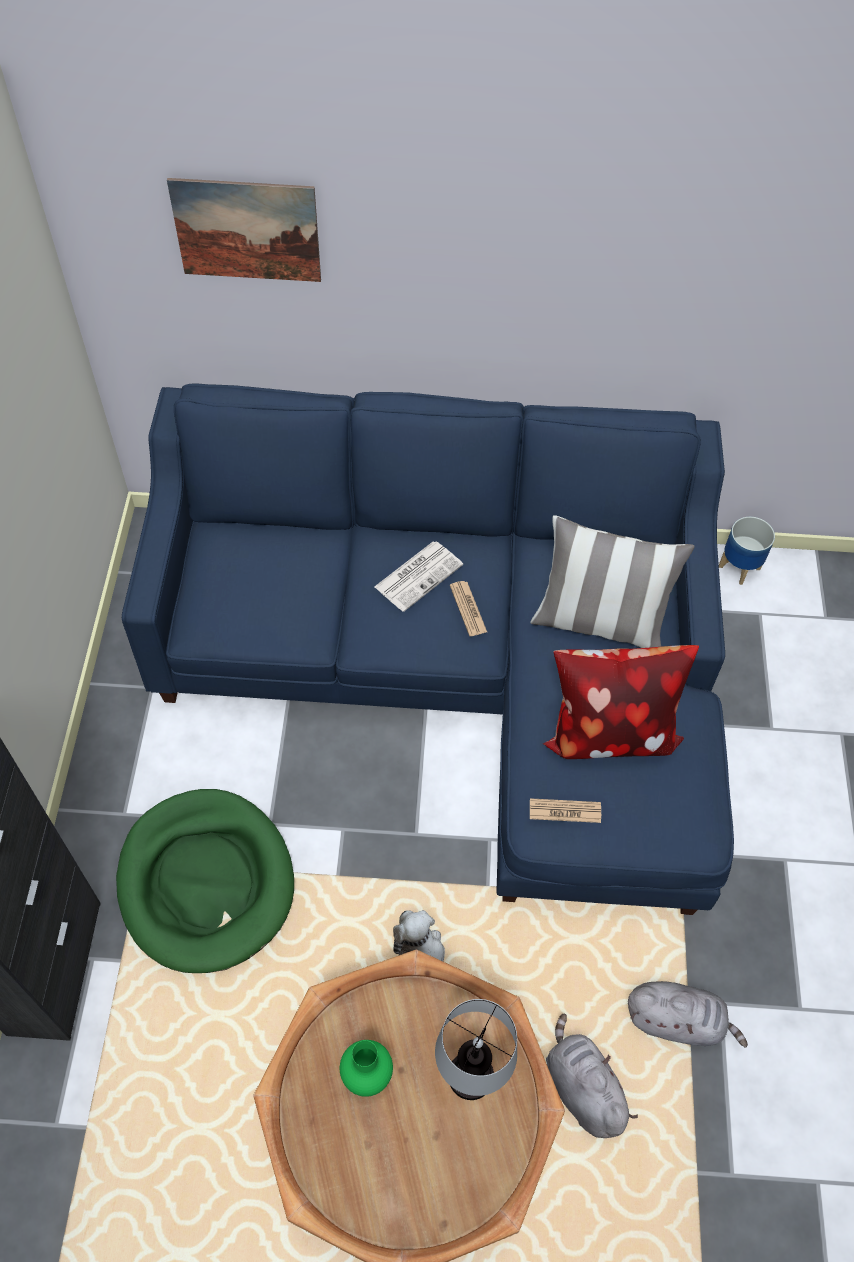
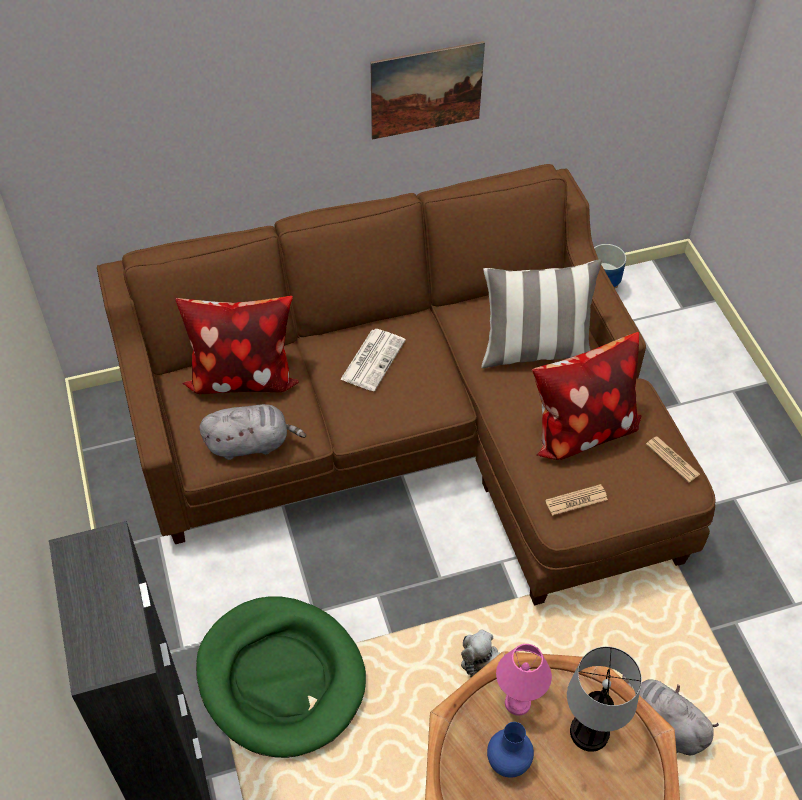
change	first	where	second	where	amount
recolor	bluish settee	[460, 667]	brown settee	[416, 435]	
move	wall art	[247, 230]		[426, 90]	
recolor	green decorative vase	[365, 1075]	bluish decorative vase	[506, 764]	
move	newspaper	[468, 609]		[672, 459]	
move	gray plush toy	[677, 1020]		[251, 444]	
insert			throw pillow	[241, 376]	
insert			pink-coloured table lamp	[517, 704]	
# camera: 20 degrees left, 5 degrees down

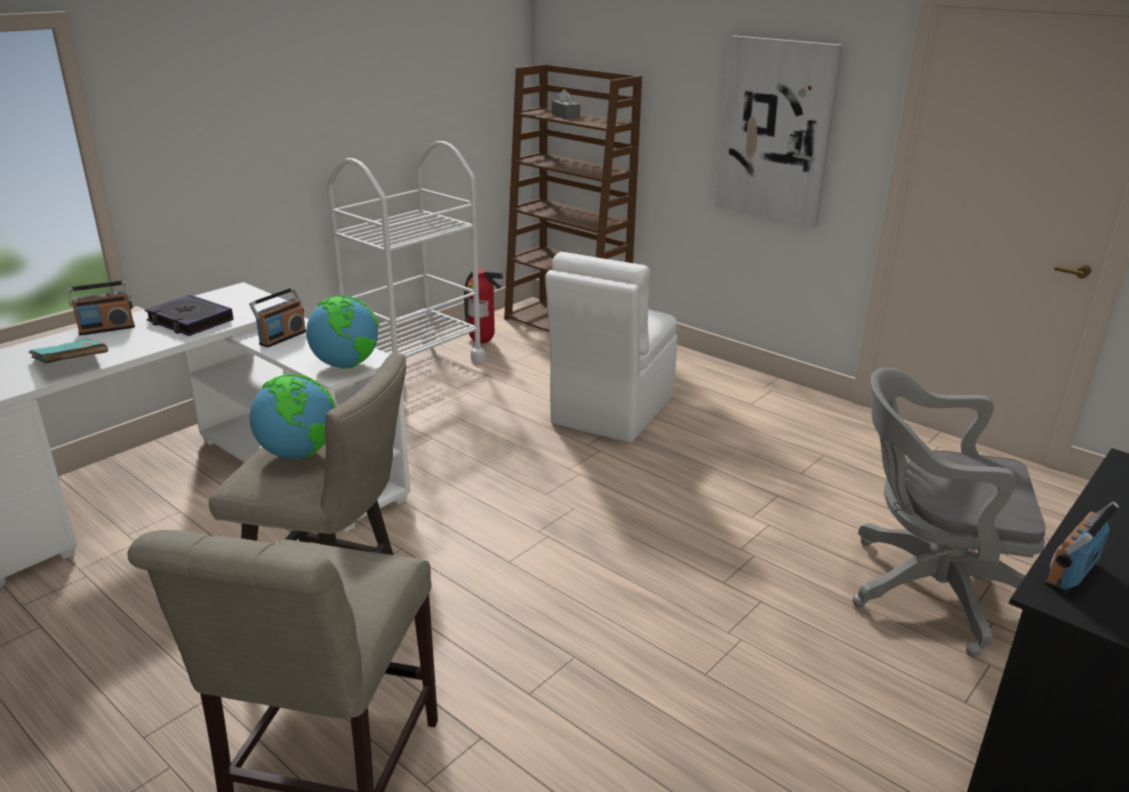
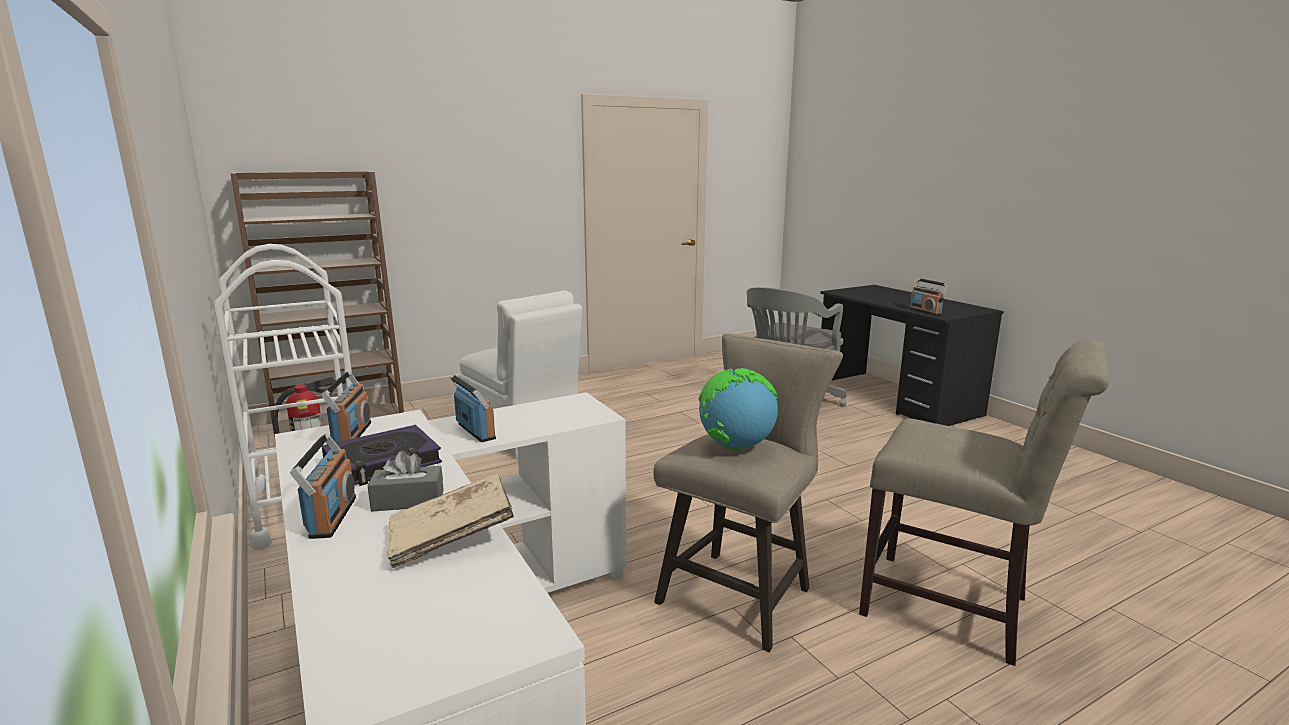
change	first	where	second	where	amount
recolor	blue-green bound book	[71, 364]	beige bound book	[451, 537]	
delete	globe	[346, 365]			
move	gray tissue holder	[565, 116]		[408, 500]	
delete	wall art	[776, 131]			
insert			radio receiver	[352, 434]	
# camera: 70 degrees left, 10 degrees down

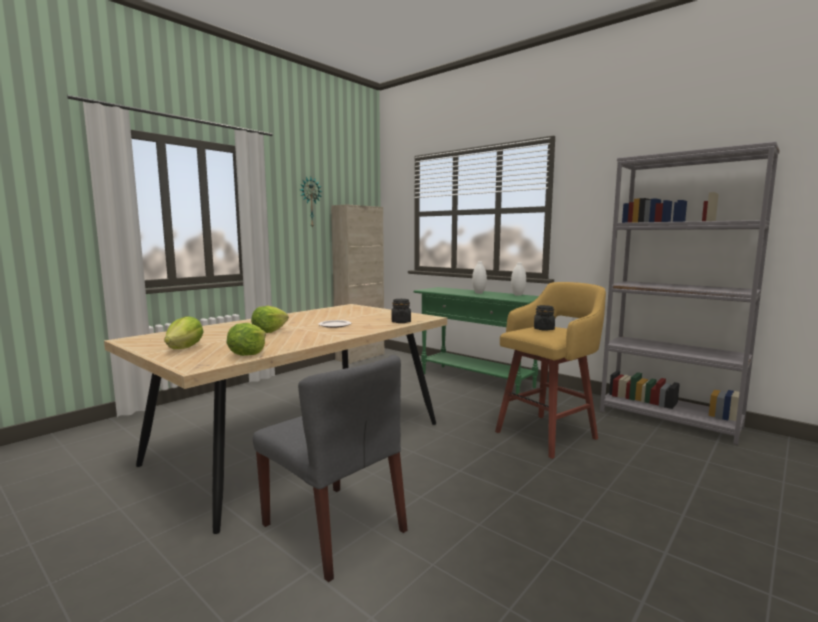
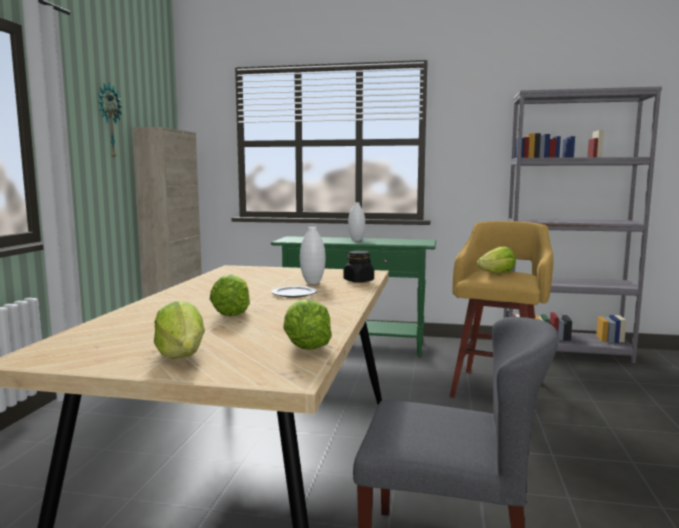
change	first	where	second	where	amount
move	white decorative vase	[518, 295]		[312, 282]	
replace	black preserve jar	[543, 329]	lettuce	[497, 273]	
# camera: 30 degrees left, 0 degrees up

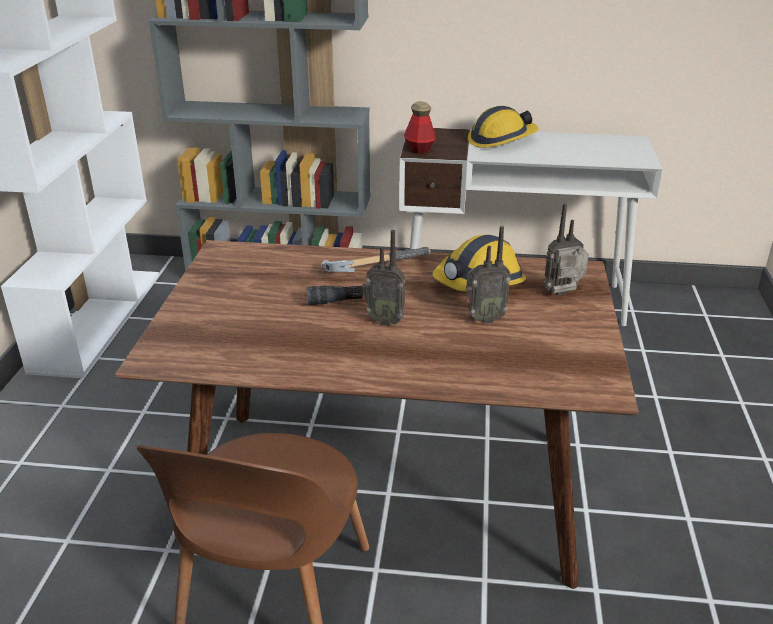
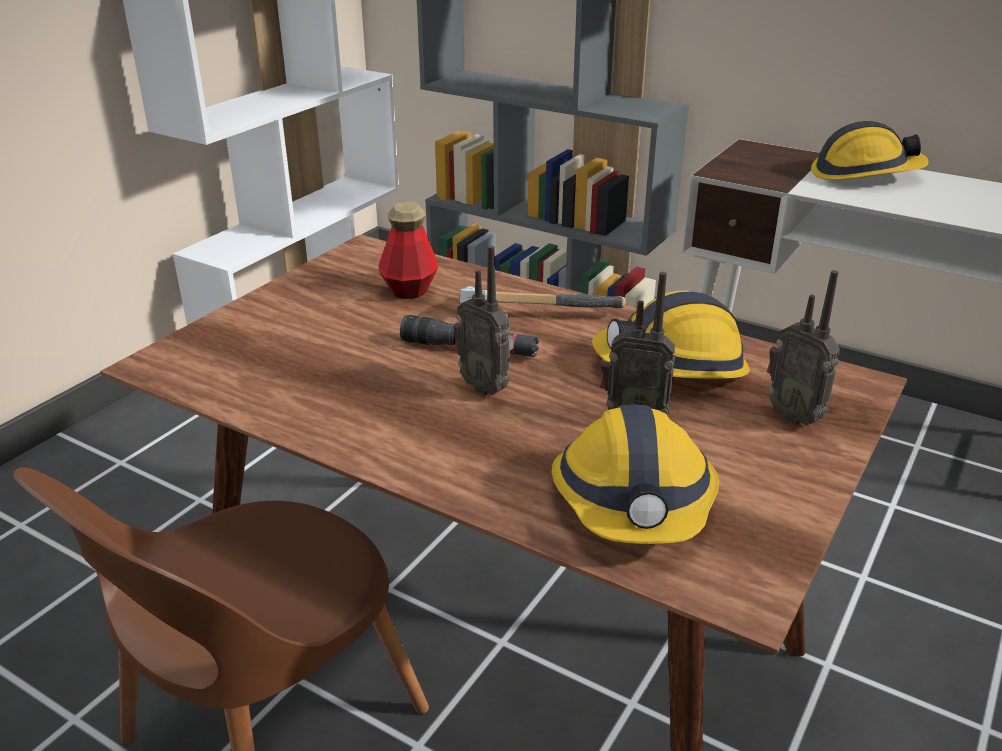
change	first	where	second	where	amount
move	beverage bottle	[419, 150]		[409, 289]	
rotate	radio receiver	[564, 295]		[795, 415]	135 degrees counterclockwise
insert			hard hat	[634, 501]	
# camera: 25 degrees right, 0 degrees up

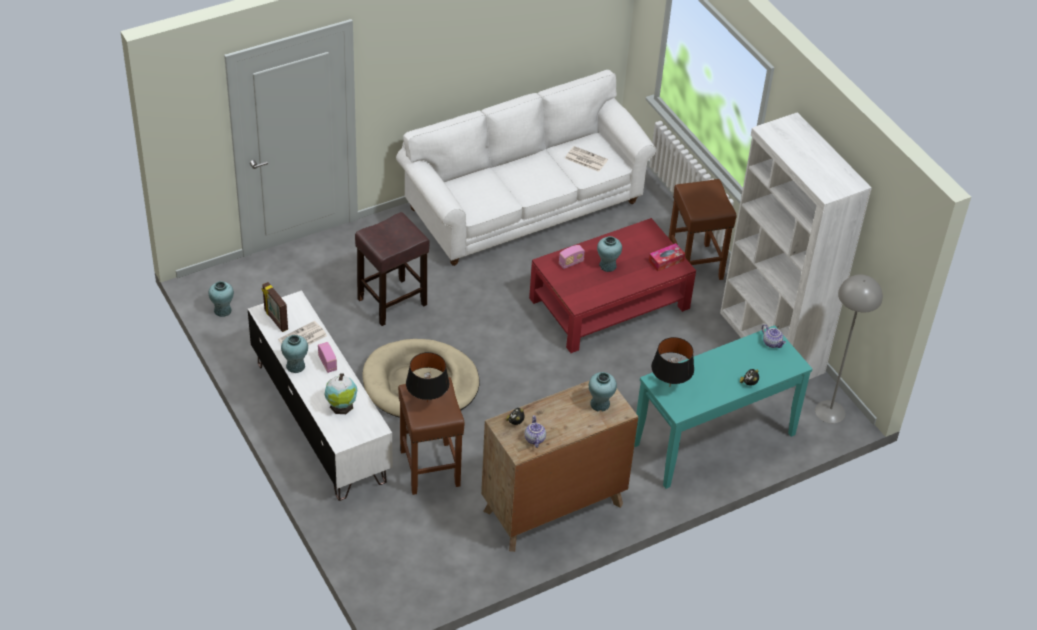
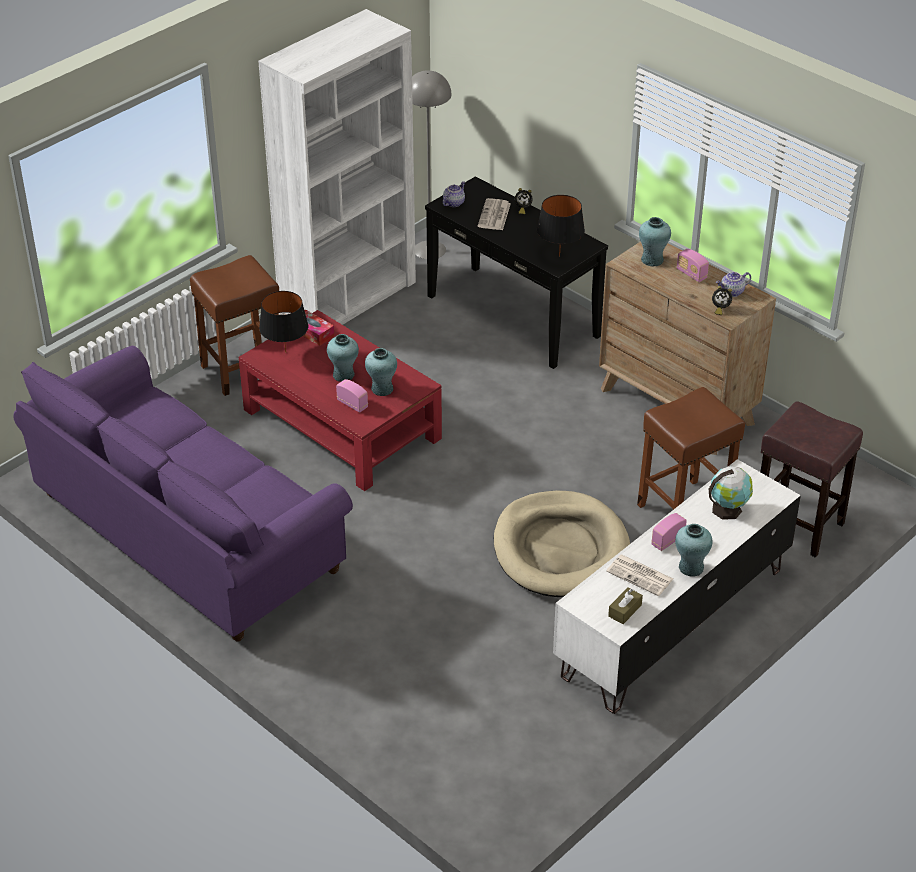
change	first	where	second	where	amount
move	blue-green decorative vase	[222, 310]		[382, 389]	
replace	picture frame	[275, 320]	brown tissue holder	[625, 610]	
move	brown stool	[393, 301]		[796, 524]	
recolor	white settee	[524, 206]	purple settee	[189, 533]	
move	black table lamp	[427, 402]		[285, 352]	
move	newspaper	[585, 159]		[494, 215]	
recolor	blue-green narrow table	[714, 440]	black narrow table	[513, 315]	
insert			radio receiver	[691, 274]	
# camera: 105 degrees left, 5 degrees down

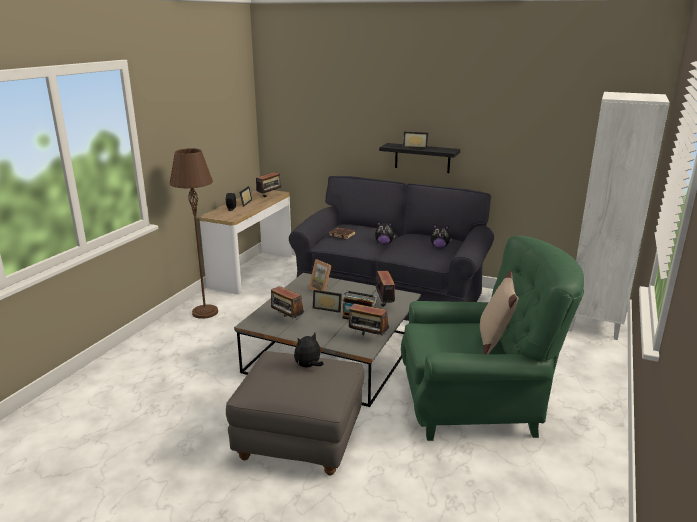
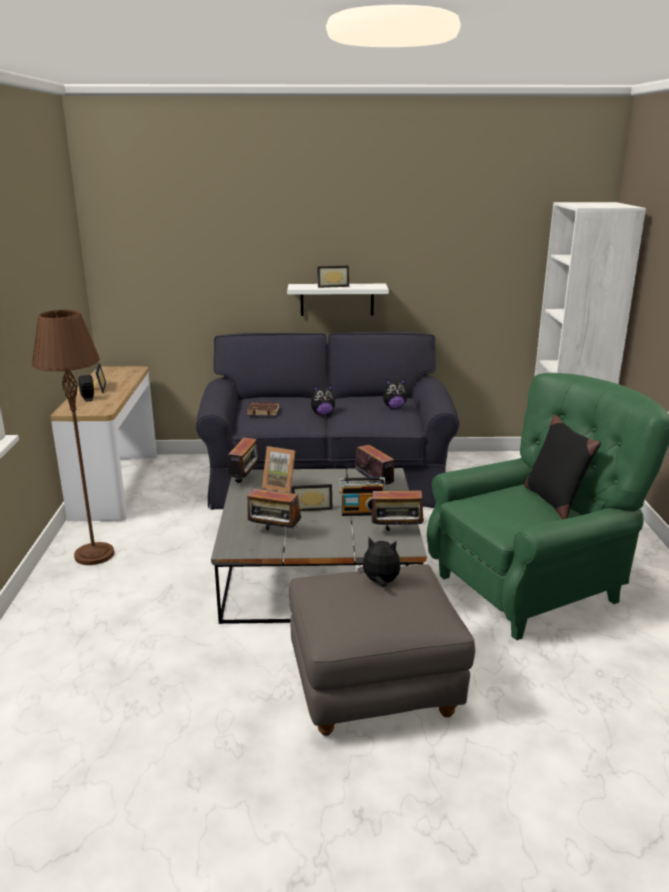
change	first	where	second	where	amount
move	radio receiver	[269, 196]		[245, 479]	
rotate	plush toy	[308, 366]		[380, 582]	75 degrees clockwise
recolor	black shelf	[422, 158]	white shelf	[337, 299]	
recolor	beige throw pillow	[494, 340]	black throw pillow	[553, 500]	
# camera: 25 degrees left, 0 degrees up

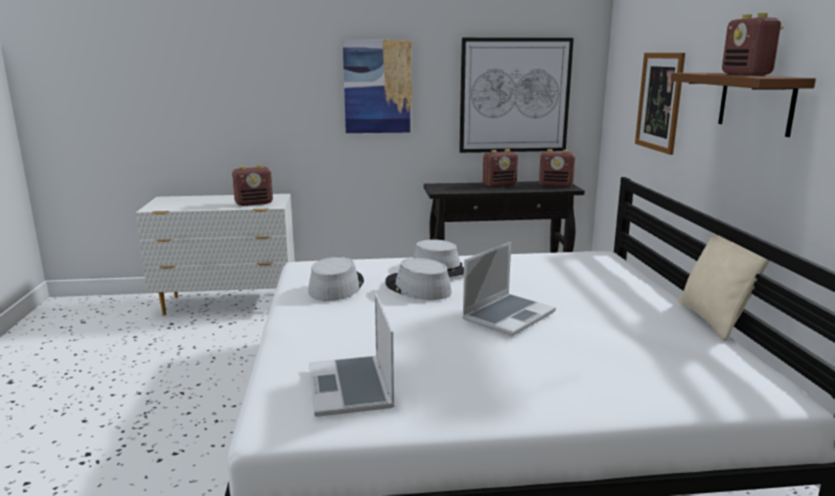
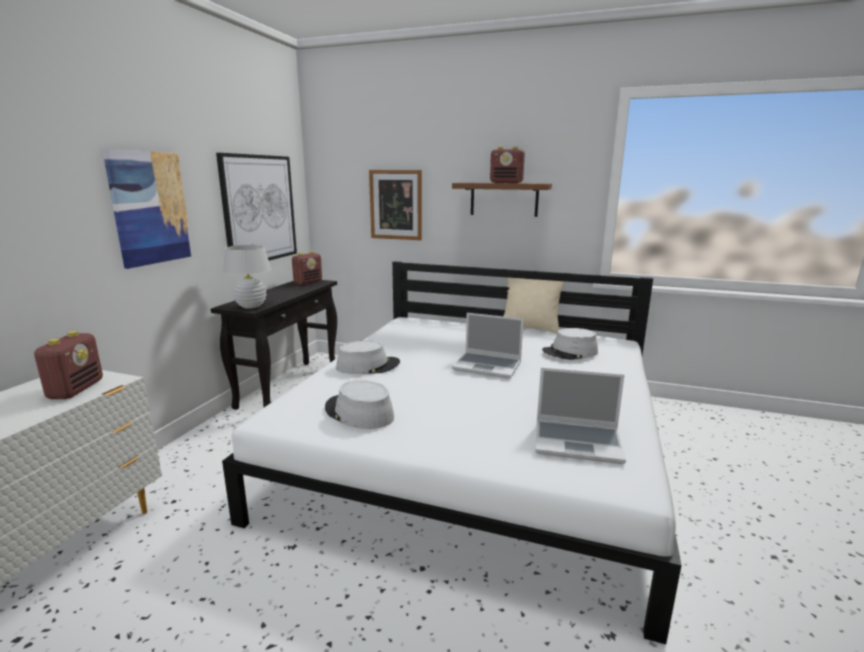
change	first	where	second	where	amount
move	gray hat	[417, 288]		[570, 352]	
rotate	notebook computer	[508, 315]		[488, 366]	135 degrees clockwise
delete	radio receiver	[499, 185]			
insert			white table lamp	[251, 306]	
# camera: 65 degrees left, 0 degrees up

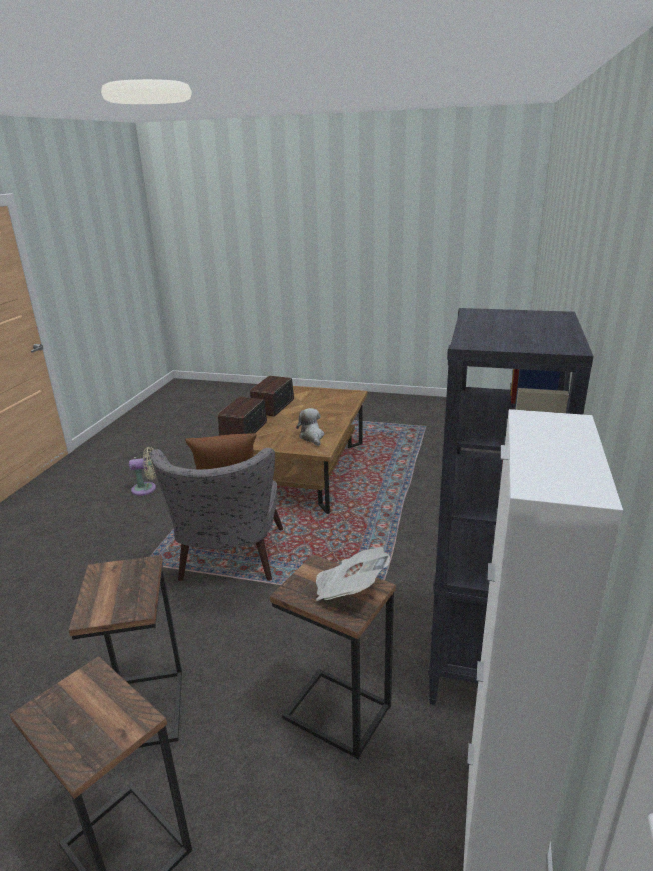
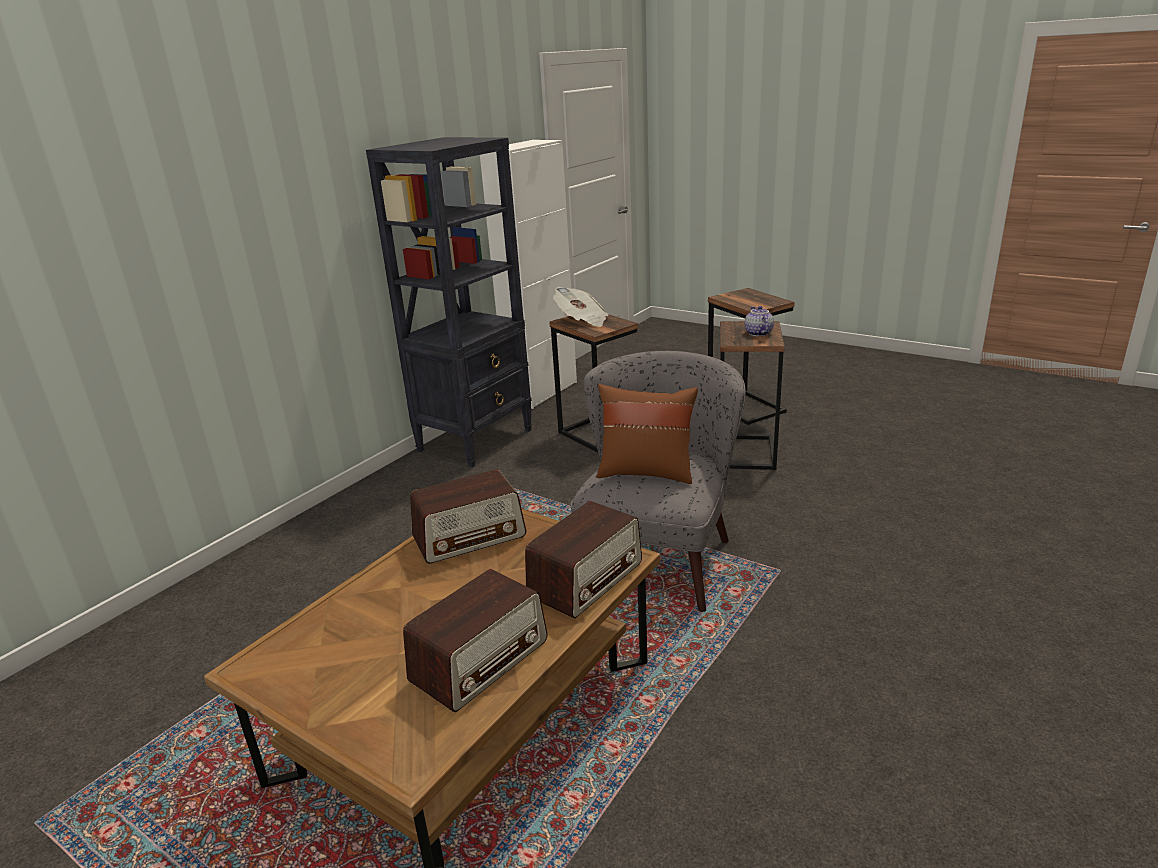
change	first	where	second	where	amount
delete	beige electric fan	[146, 489]			
replace	plush toy	[312, 437]	radio receiver	[470, 537]	
insert			pot for tea	[757, 333]	
# camera: 160 degrees left, 0 degrees up

